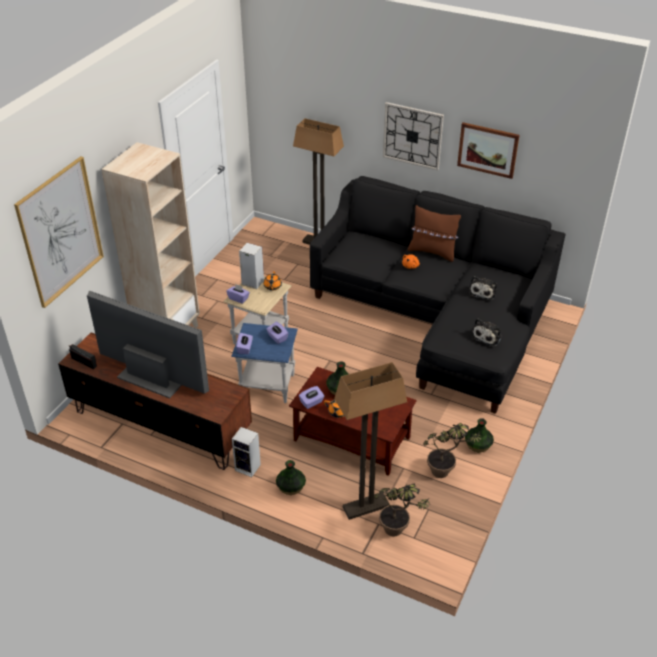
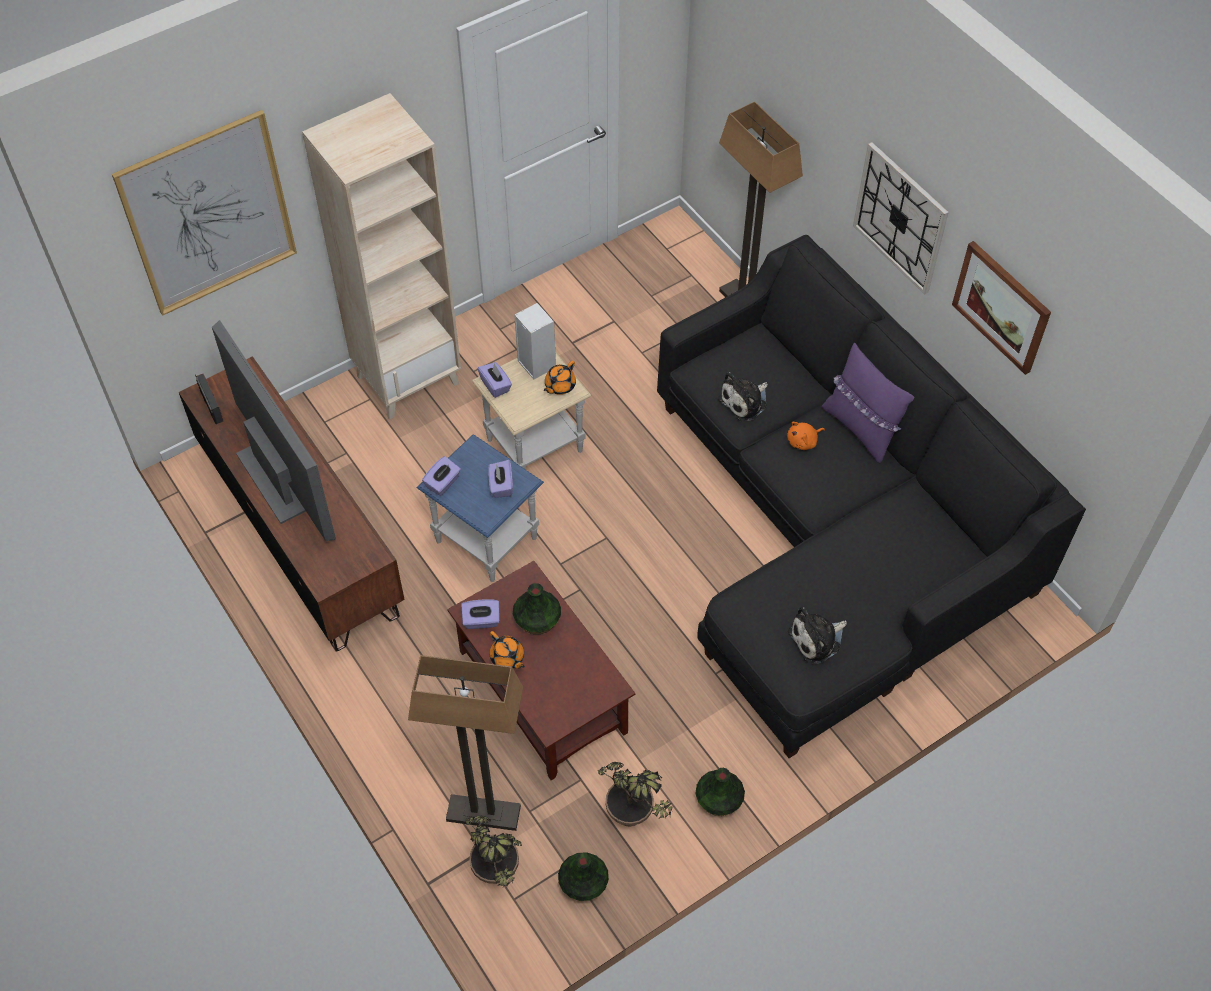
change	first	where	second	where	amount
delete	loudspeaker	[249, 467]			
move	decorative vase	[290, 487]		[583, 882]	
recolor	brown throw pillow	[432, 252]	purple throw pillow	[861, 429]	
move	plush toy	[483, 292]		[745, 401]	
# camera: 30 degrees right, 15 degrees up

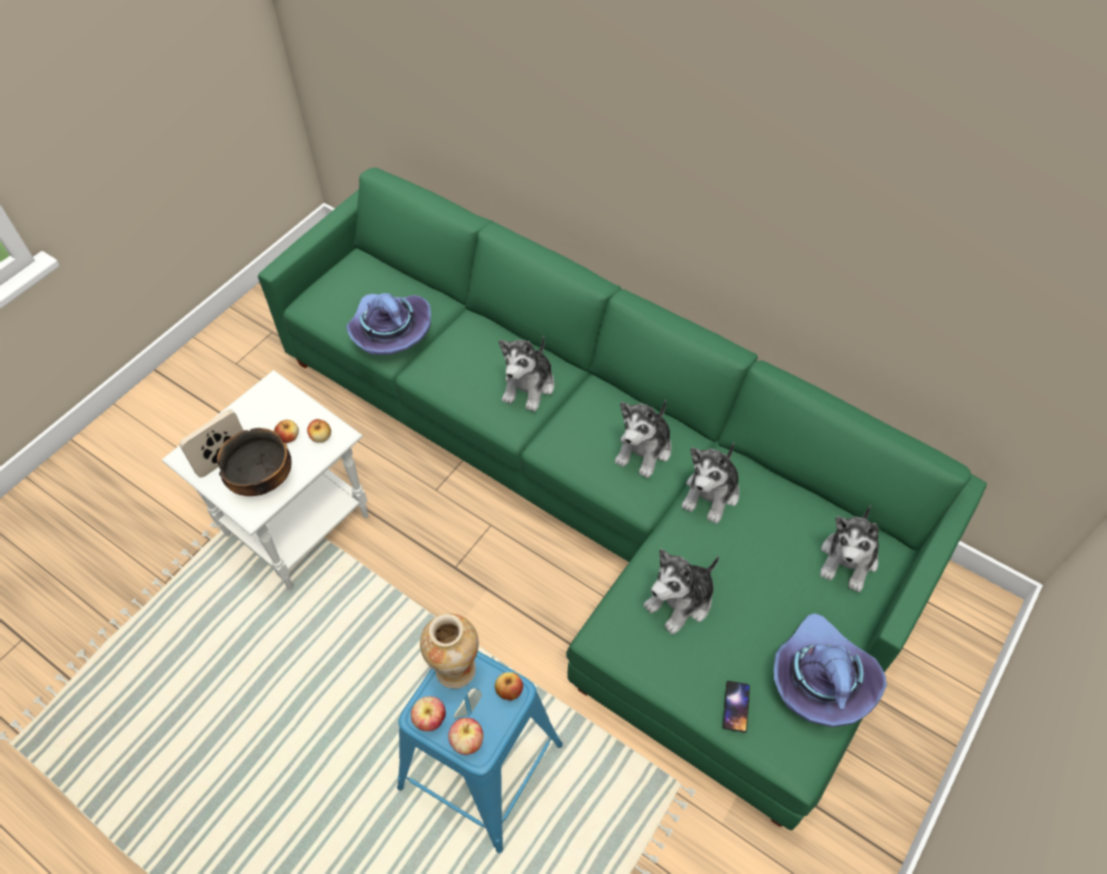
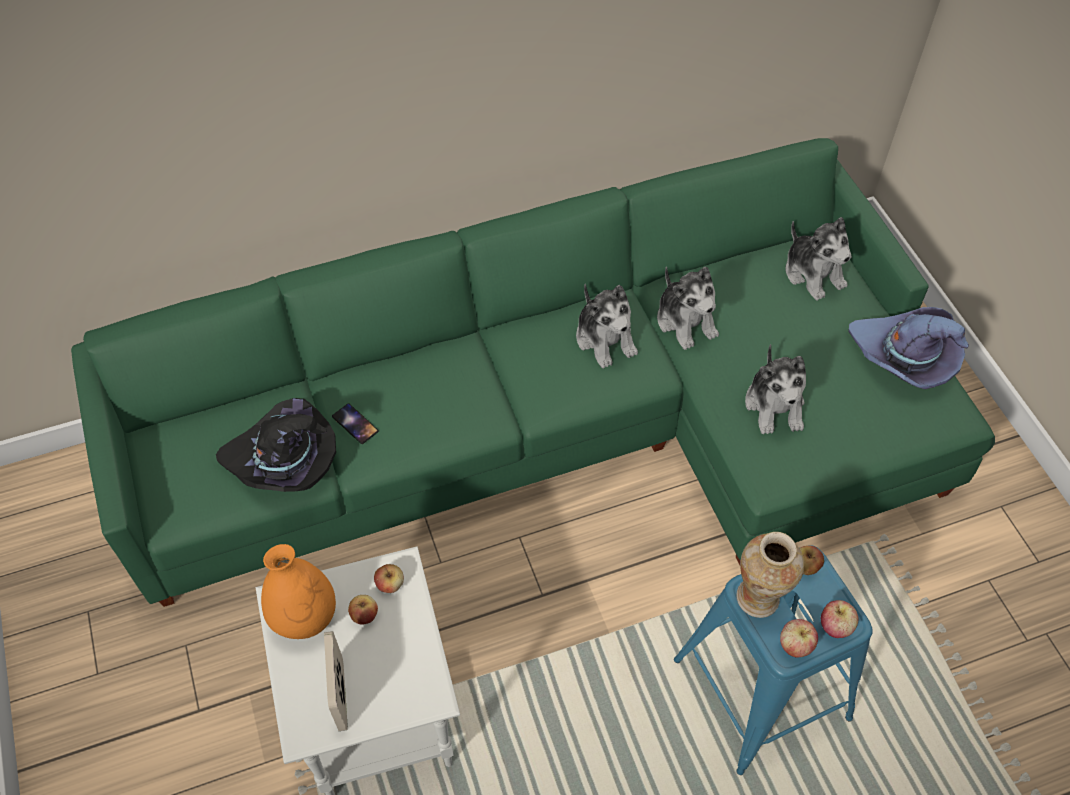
change	first	where	second	where	amount
delete	serving bowl	[262, 479]			
recolor	purple hat	[389, 331]	black hat	[283, 461]	
delete	plush toy	[529, 386]			
move	handset	[736, 706]		[355, 424]	
insert			orange-coloured decorative vase	[305, 617]	
# camera: 55 degrees left, 0 degrees up

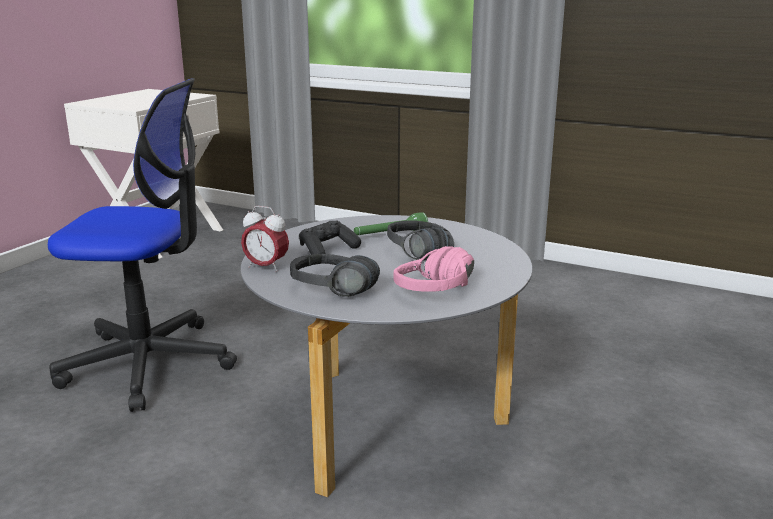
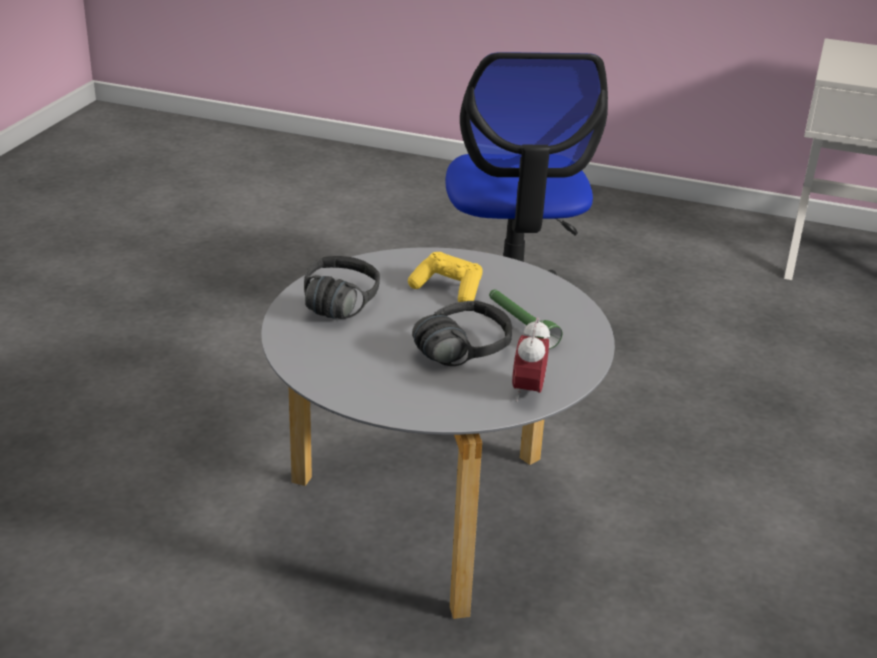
change	first	where	second	where	amount
move	bedside clock	[266, 267]		[528, 392]	
recolor	black game controller	[327, 251]	yellow-coloured game controller	[448, 290]	
delete	pink-coloured headset	[447, 293]			
# camera: 80 degrees right, 10 degrees up

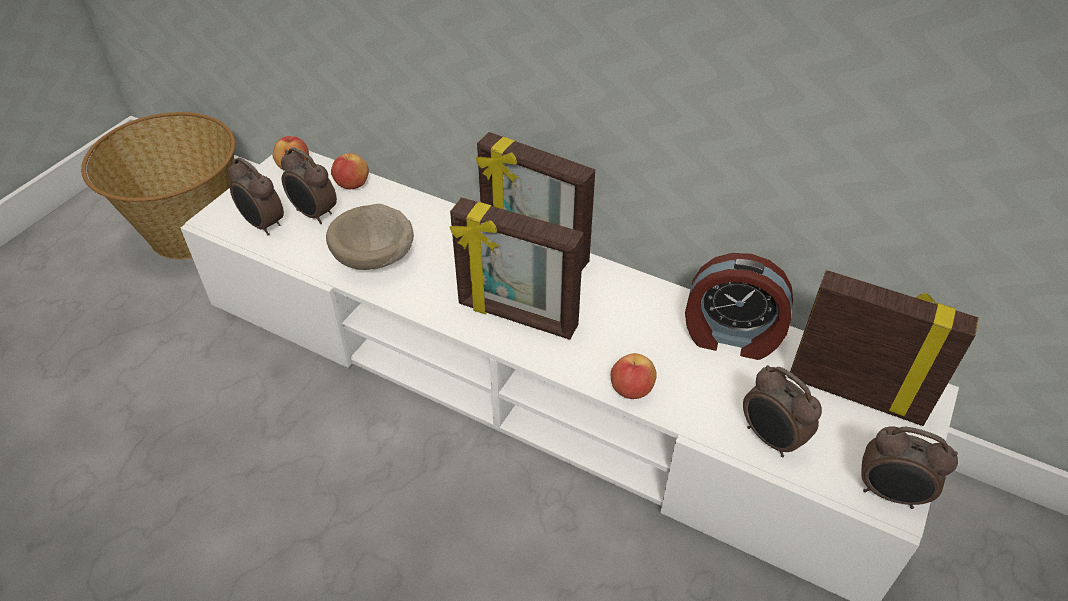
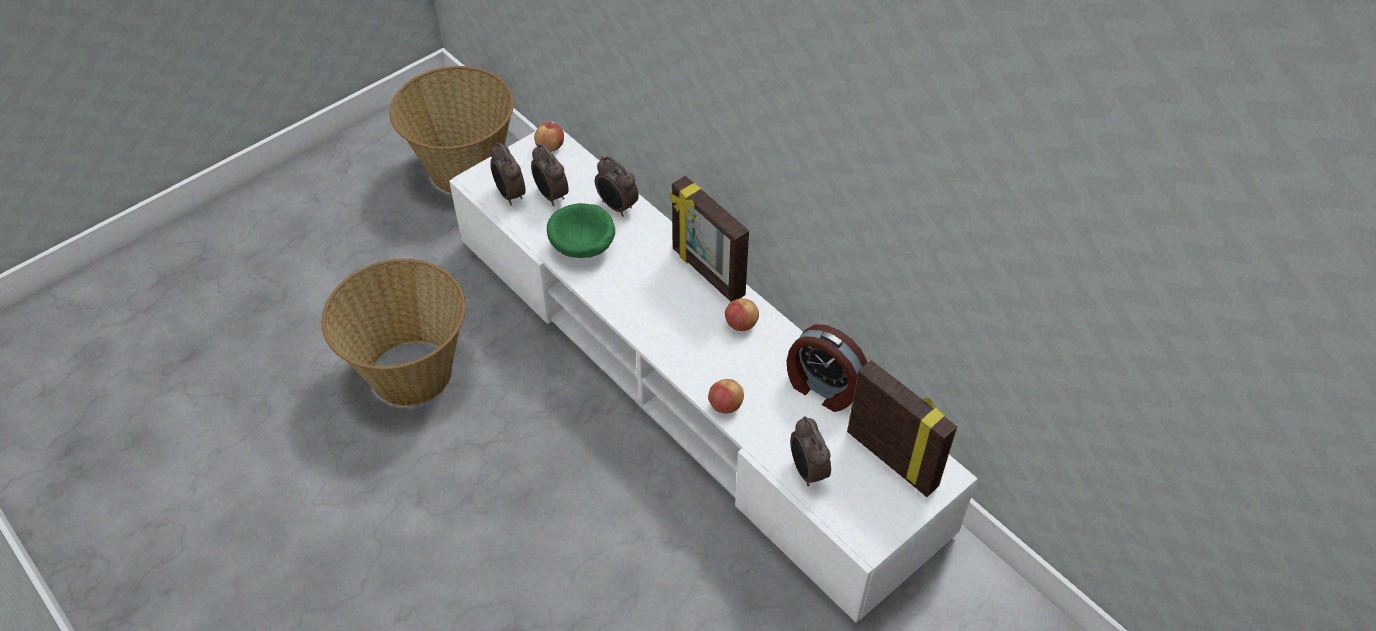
change	first	where	second	where	amount
recolor	beige serving bowl	[376, 259]	green serving bowl	[583, 247]	
move	whole apple	[352, 185]		[741, 324]	
delete	picture frame	[516, 317]			
move	bedside clock	[890, 494]		[617, 207]	
insert			household basket	[411, 371]	
# camera: 20 degrees right, 5 degrees up

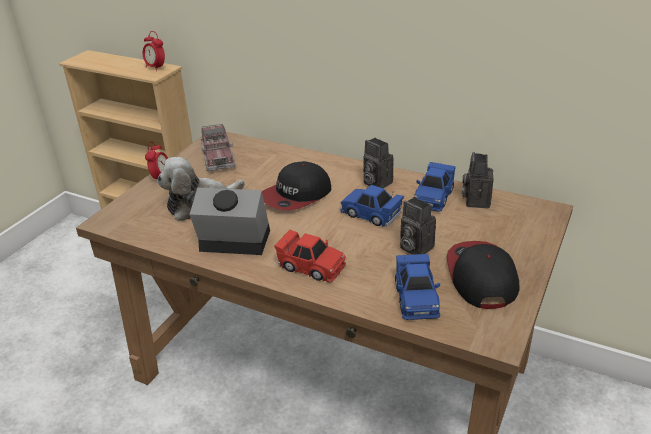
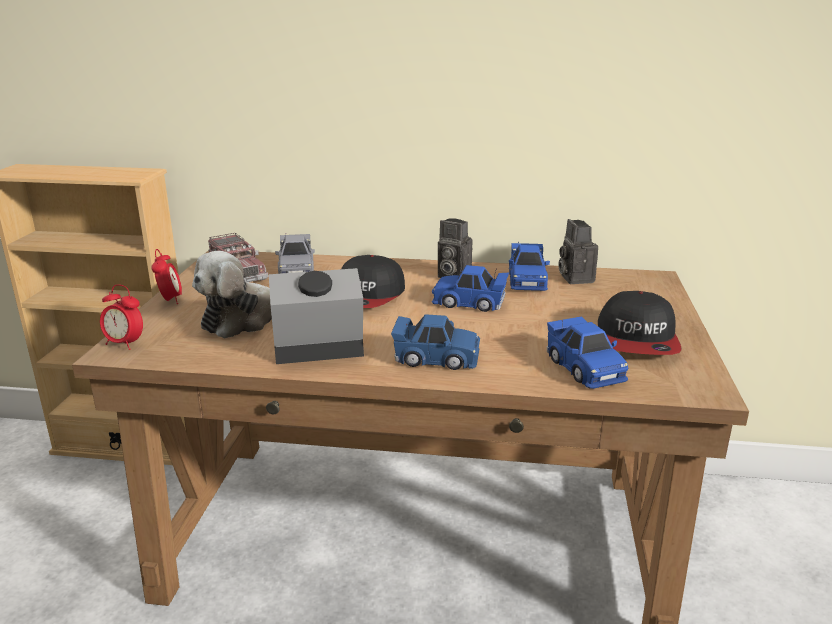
change	first	where	second	where	amount
move	bedside clock	[156, 68]		[125, 344]	
recolor	red-coloured toy car	[311, 266]	bluish toy car	[436, 358]	
delete	still camera	[414, 247]			
rotate	cap	[480, 276]		[637, 339]	150 degrees counterclockwise
insert			gray toy car	[296, 269]	
# camera: 20 degrees left, 10 degrees down

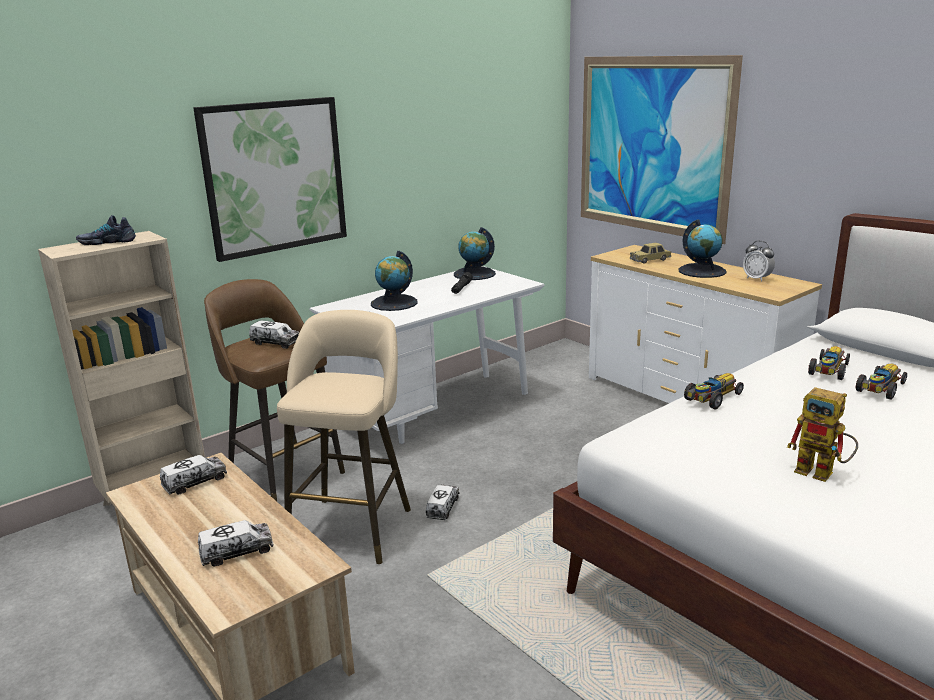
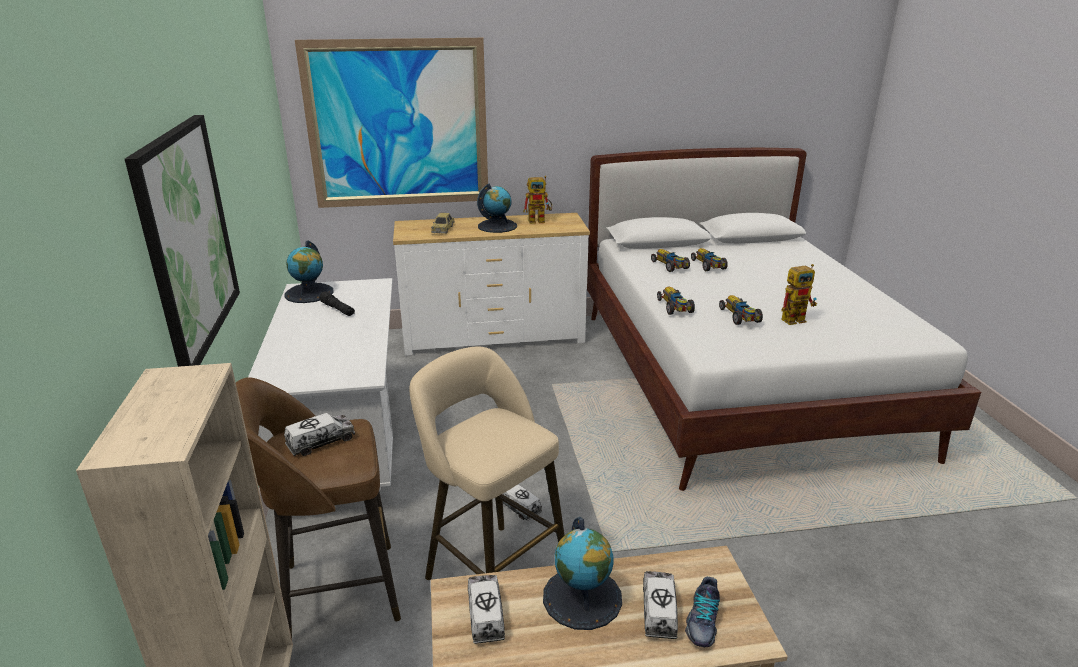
change	first	where	second	where	amount
move	item of footwear	[107, 242]		[702, 621]	
move	globe	[394, 303]		[582, 597]	
replace	bedside clock	[757, 279]	toy robot	[540, 220]	
insert			toy car	[740, 317]	
# camera: 60 degrees left, 5 degrees up

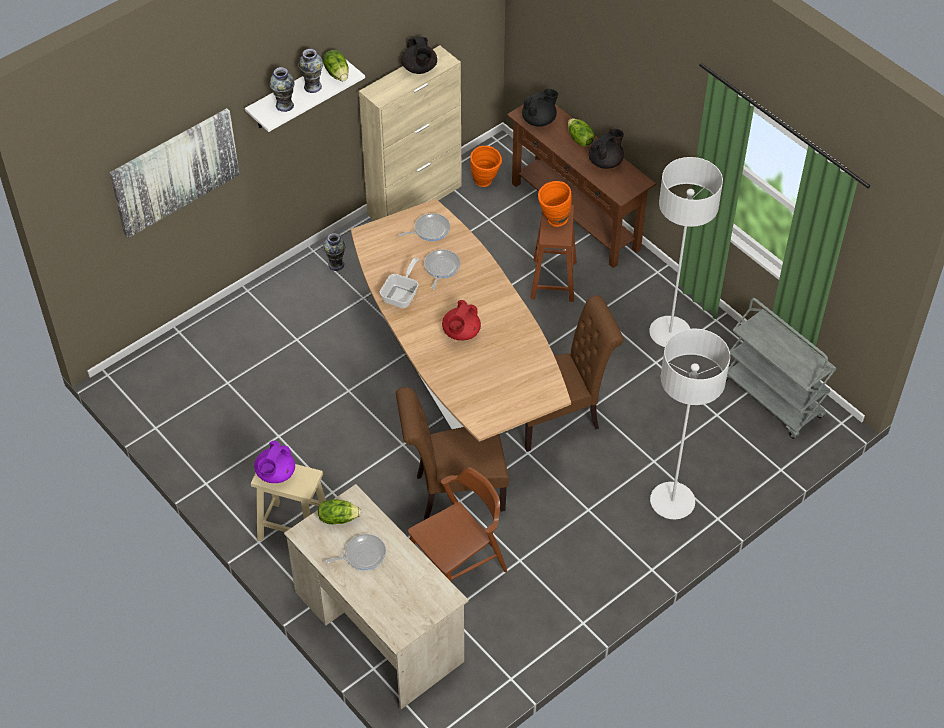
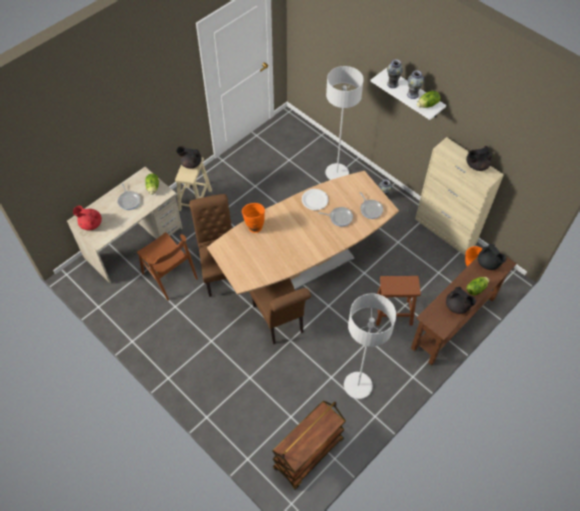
change	first	where	second	where	amount
delete	wall art	[175, 172]			
recolor	purple pot for tea	[275, 474]	black pot for tea	[191, 163]	
replace	skillet	[402, 294]	white dinner plate	[315, 200]	
move	red-coloured pot for tea	[461, 333]		[91, 224]	
move	orange-coloured decorative vase	[553, 221]		[254, 226]	
move	gray standing lamp	[672, 502]		[337, 173]	
recolor	gray trolley	[773, 398]	brown trolley	[308, 455]	
# camera: 85 degrees right, 5 degrees up

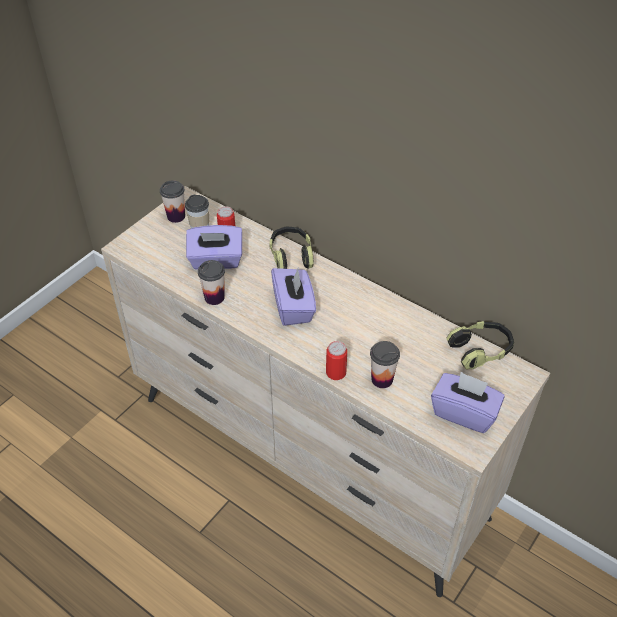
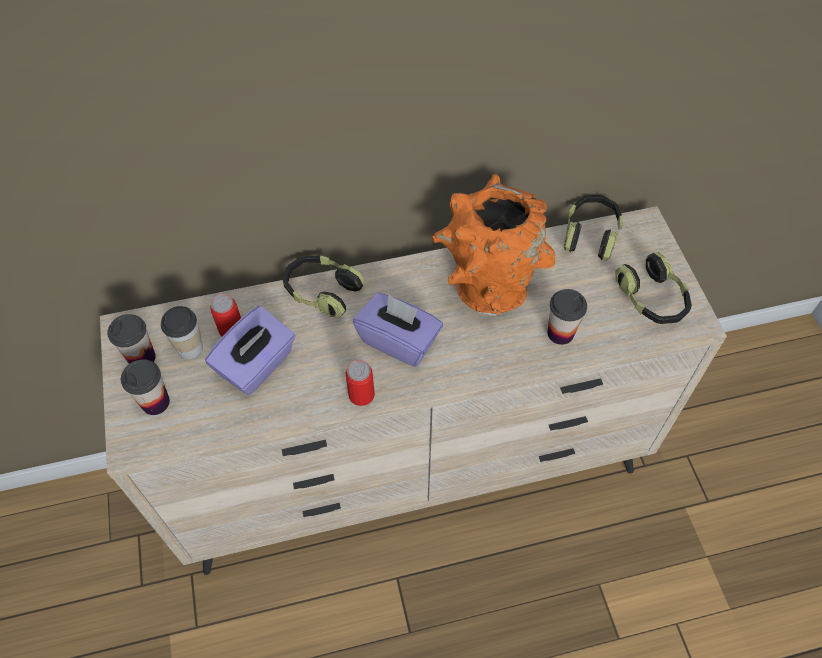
change	first	where	second	where	amount
move	small cup	[214, 297]		[155, 402]	
move	can	[336, 372]		[361, 394]	
replace	purple tissue holder	[464, 412]	headset	[651, 299]	
insert			orange-coloured decorative vase	[486, 284]	
# camera: 50 degrees left, 10 degrees up

